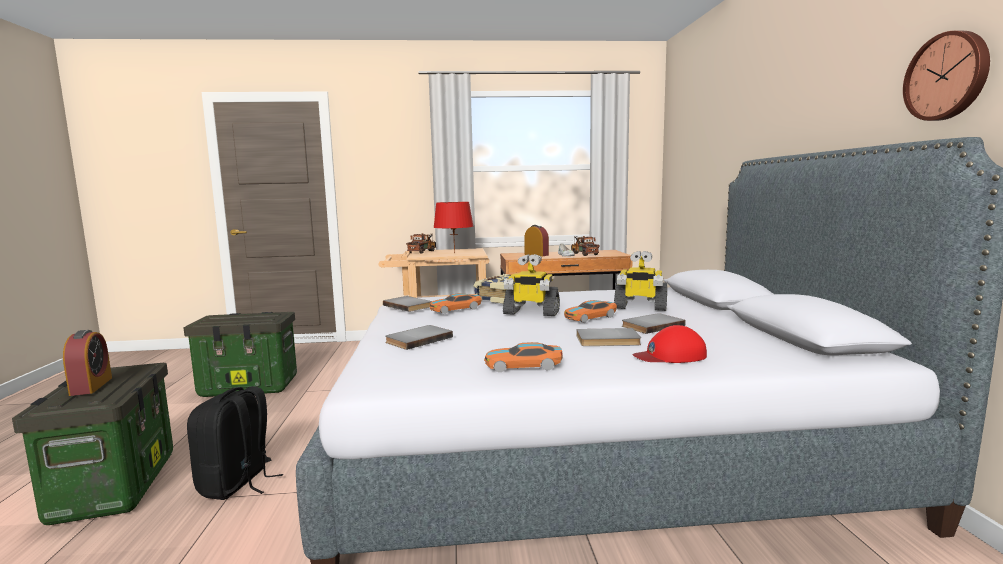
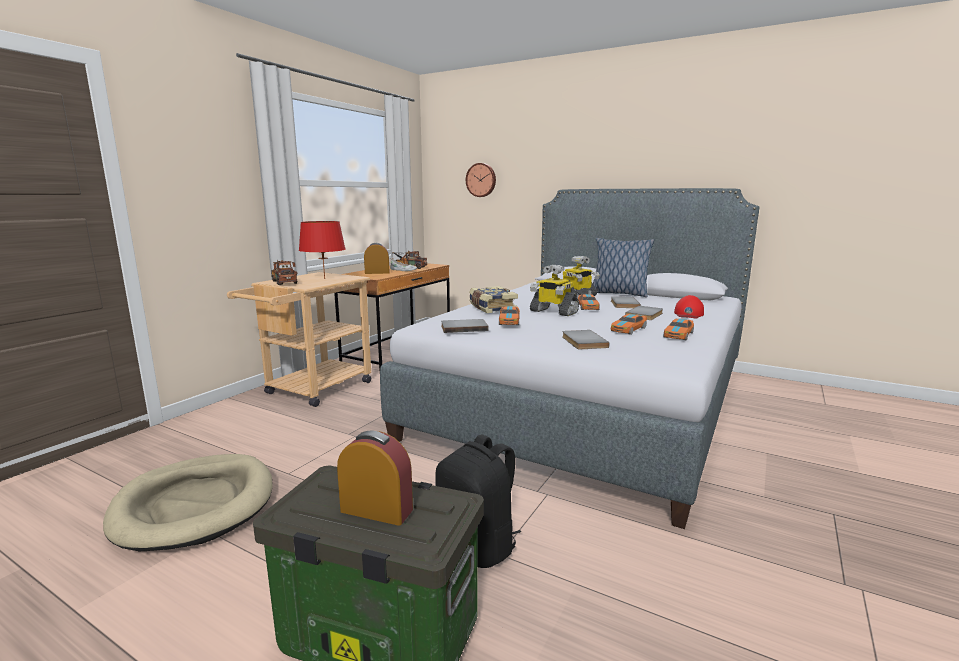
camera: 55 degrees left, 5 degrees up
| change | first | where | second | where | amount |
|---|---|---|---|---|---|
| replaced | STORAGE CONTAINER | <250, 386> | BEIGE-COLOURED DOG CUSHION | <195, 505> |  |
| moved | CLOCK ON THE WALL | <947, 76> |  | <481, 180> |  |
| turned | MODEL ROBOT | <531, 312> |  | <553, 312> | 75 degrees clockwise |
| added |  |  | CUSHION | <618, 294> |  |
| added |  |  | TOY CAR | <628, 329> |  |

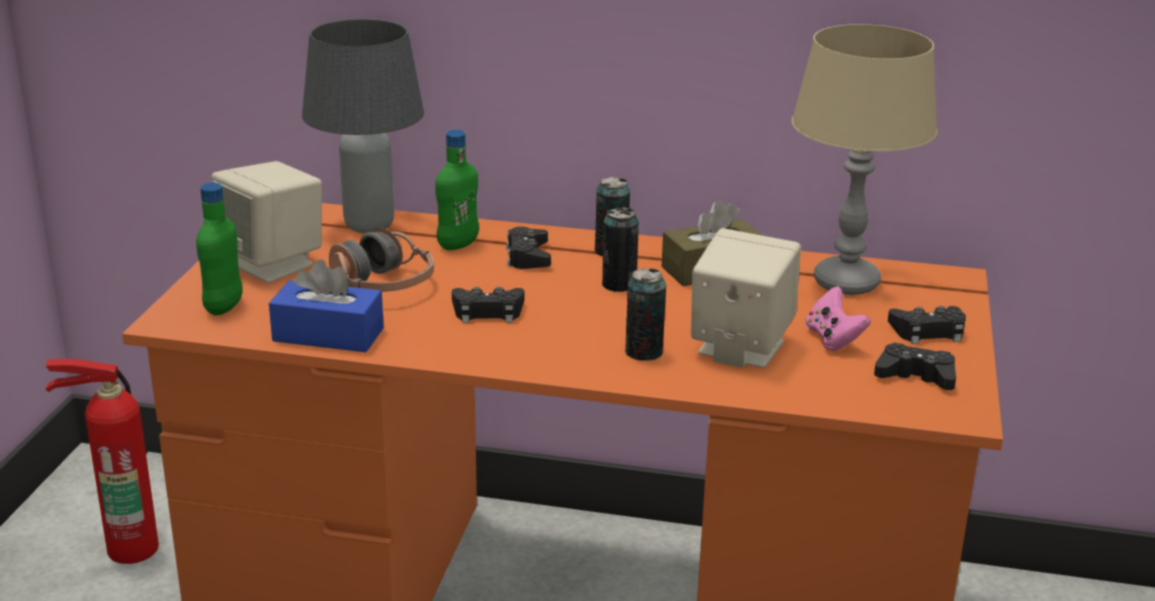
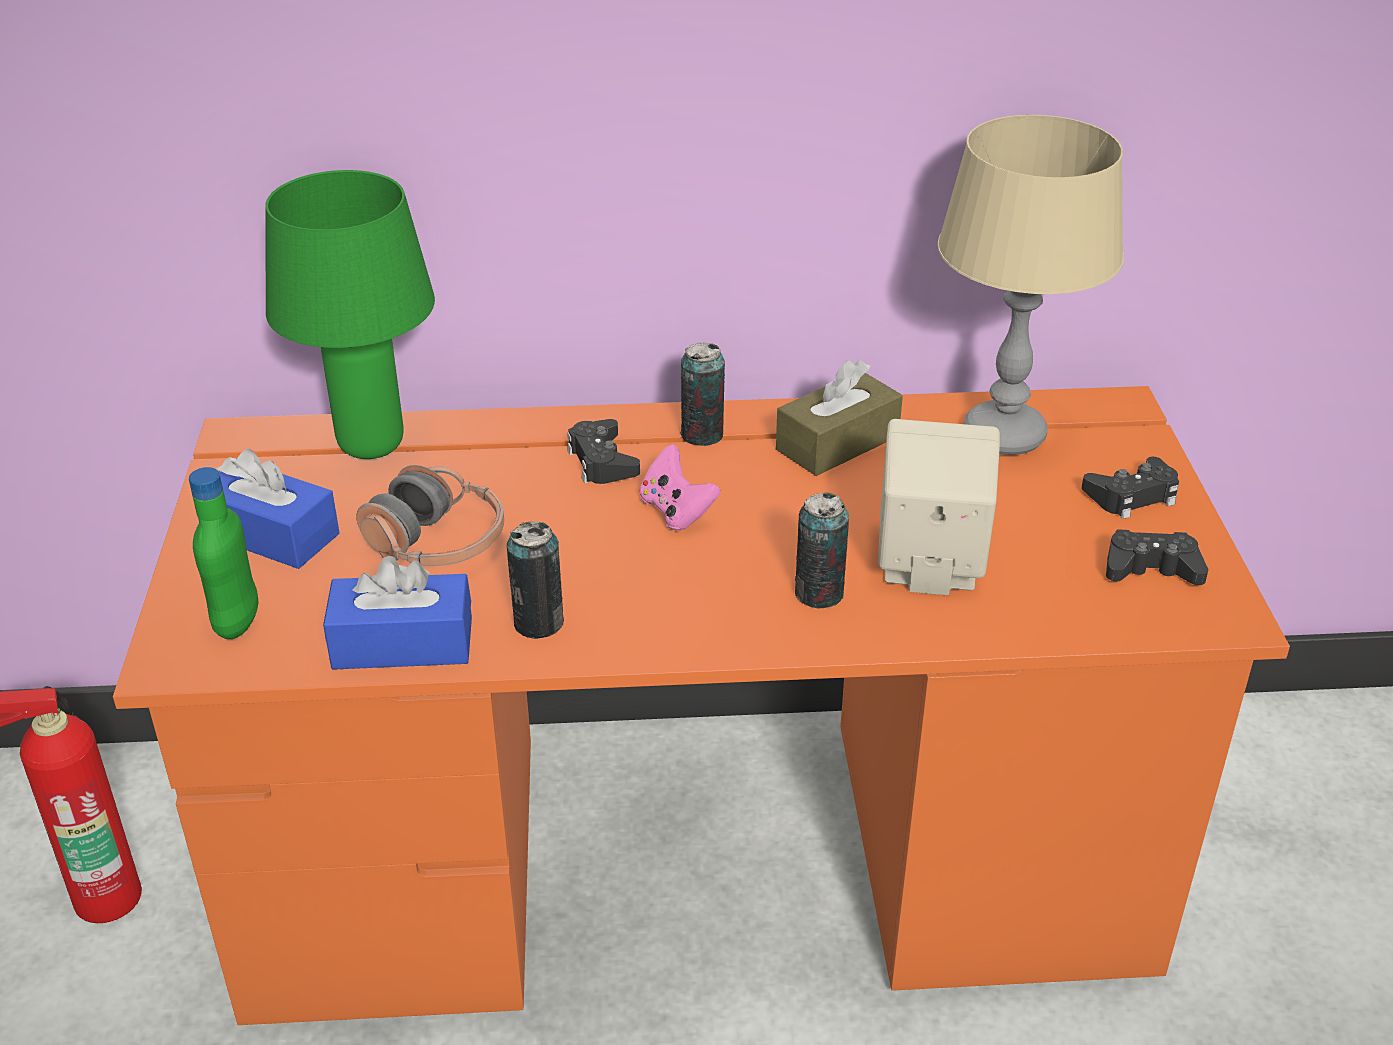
camera: 15 degrees left, 10 degrees up
| change | first | where | second | where | amount |
|---|---|---|---|---|---|
| replaced | BEIGE-COLOURED AUDIO SPEAKER | <273, 264> | BLUE TISSUE BOX | <270, 534> |  |
| recoloured | GREYISH LAMP FOR A TABLE | <368, 225> | GREENISH LAMP FOR A TABLE | <370, 444> |  |
| moved | METAL CAN | <619, 284> |  | <538, 623> |  |
| moved | PINK-COLOURED GAME CONTROLLER | <833, 339> |  | <676, 511> |  |
| removed | GREENISH BEVERAGE BOTTLE | <458, 244> |  |  |  |
| removed | BLACKISH GAME CONTROLLER | <488, 312> |  |  |  |

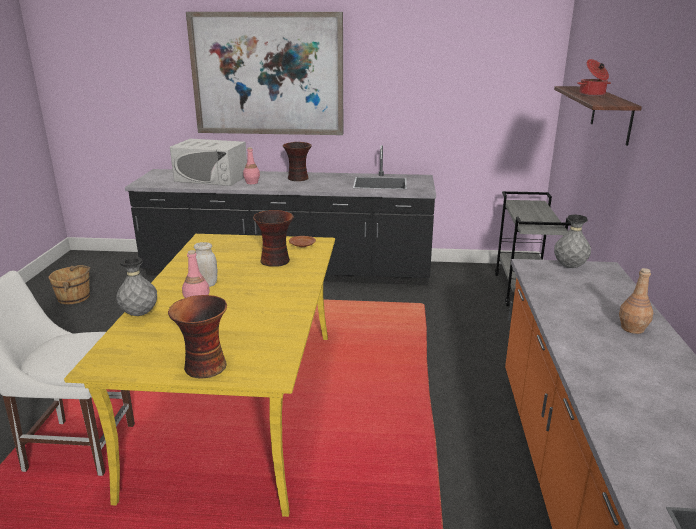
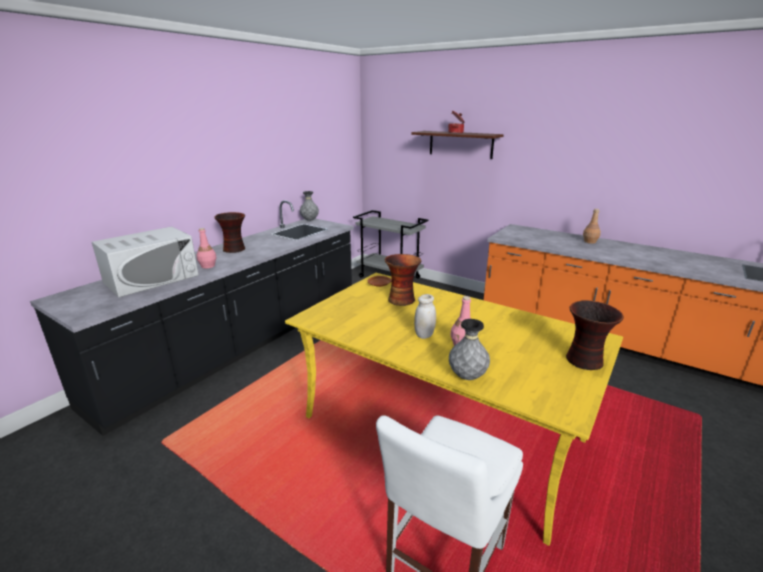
camera: 60 degrees left, 0 degrees up
| change | first | where | second | where | amount |
|---|---|---|---|---|---|
| moved | GREYISH VASE | <569, 266> |  | <310, 220> |  |
| removed | BROWNISH WATER BUCKET | <74, 297> |  |  |  |
| removed | WALL PICTURE | <268, 74> |  |  |  |

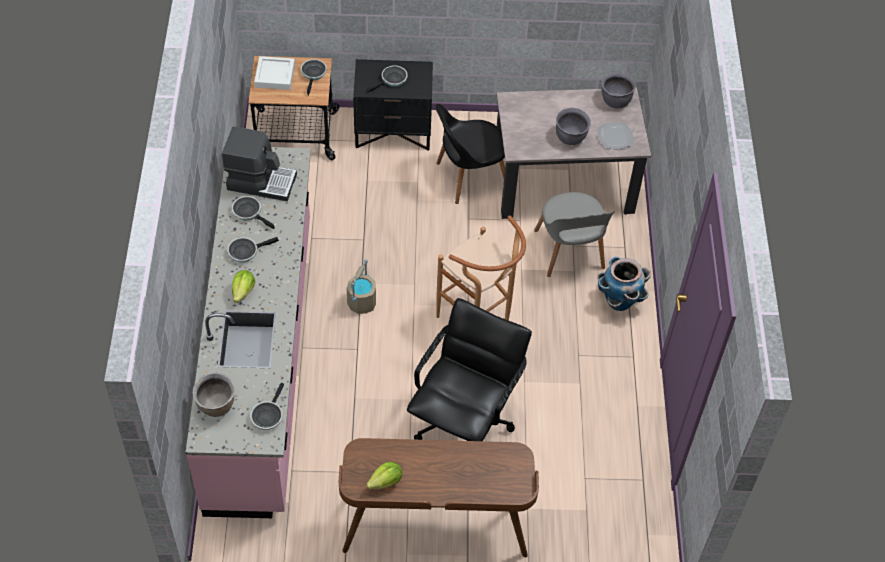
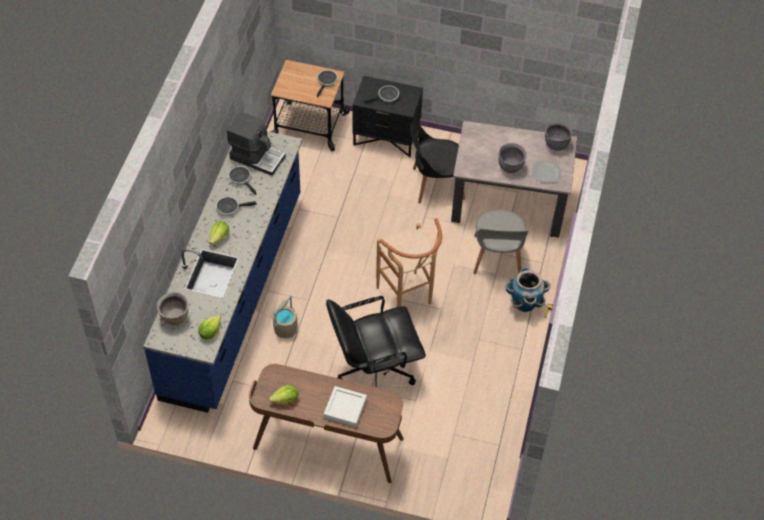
camera: 15 degrees right, 0 degrees up
| change | first | where | second | where | amount |
|---|---|---|---|---|---|
| recoloured | PINK-COLOURED KITCHEN COUNTER | <262, 360> | BLUE KITCHEN COUNTER | <234, 294> |  |
| replaced | FRYING PAN | <267, 415> | LETTUCE | <210, 332> |  |
| moved | BEIGE-COLOURED WATER BUCKET | <362, 302> |  | <285, 328> |  |
| moved | WHITE-COLOURED SERVING TRAY | <275, 76> |  | <345, 408> |  |
| turned | BLACKISH OFFICE CHAIR | <464, 421> |  | <373, 371> | 150 degrees counterclockwise |

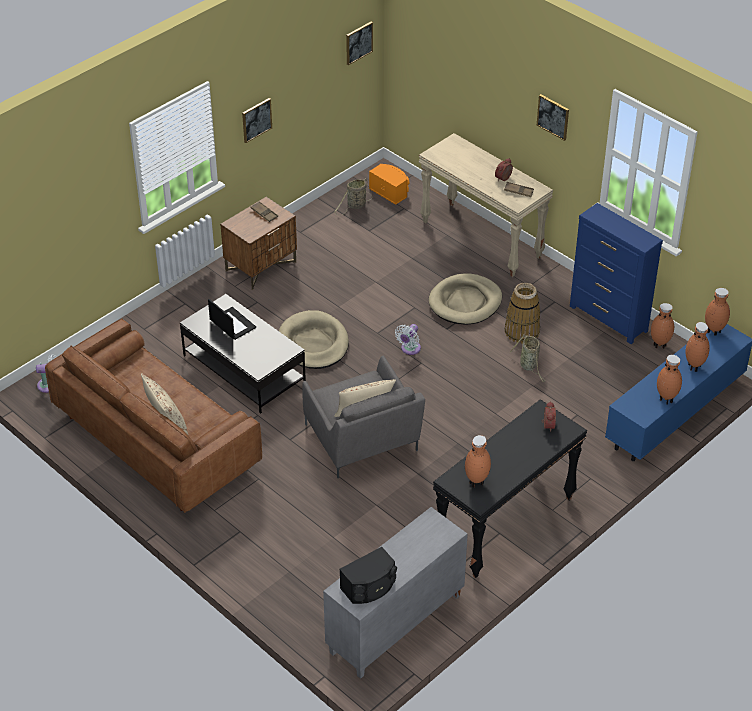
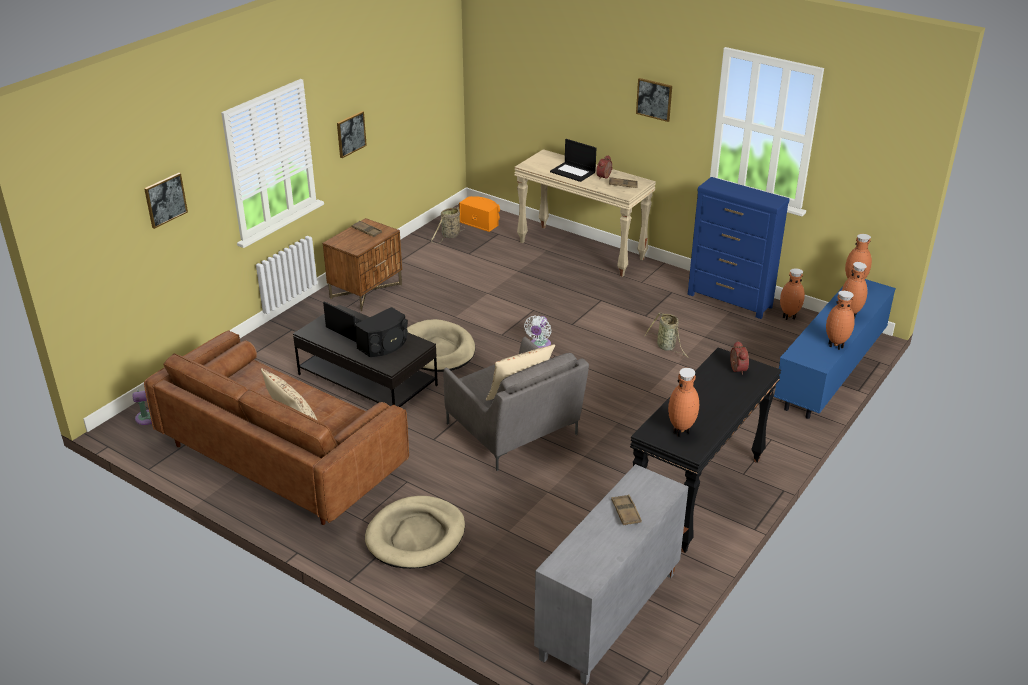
camera: 10 degrees left, 10 degrees down
| change | first | where | second | where | amount |
|---|---|---|---|---|---|
| moved | WALL PICTURE | <358, 42> |  | <165, 200> |  |
| moved | BLACKISH AUDIO SPEAKER | <369, 587> |  | <384, 345> |  |
| moved | BEIGE-COLOURED DOG CUSHION | <465, 302> |  | <416, 536> |  |
| added |  |  | PORTABLE COMPUTER | <573, 172> |  |
| added |  |  | BROWNISH SERVING TRAY | <626, 512> |  |
| removed | BASKET | <521, 331> |  |  |  |

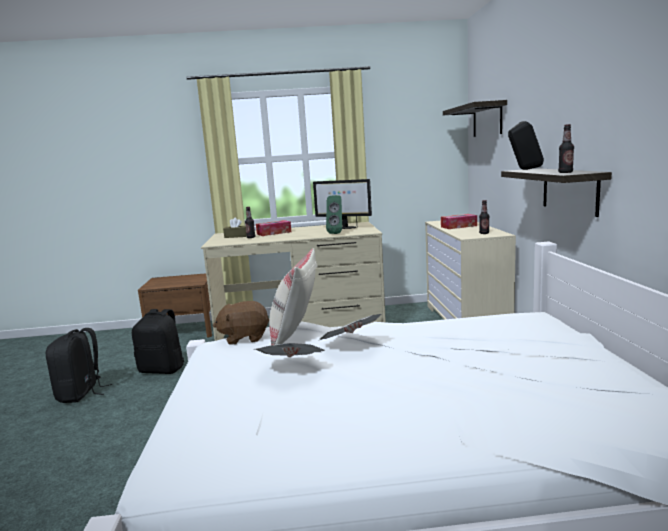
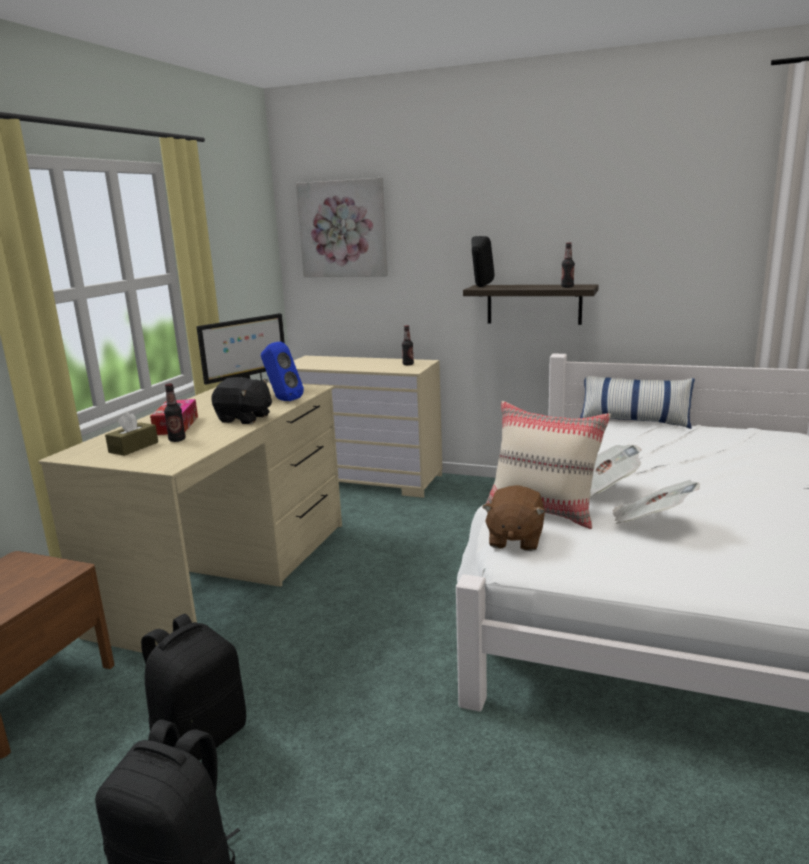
camera: 65 degrees left, 5 degrees up
| change | first | where | second | where | amount |
|---|---|---|---|---|---|
| added |  |  | BLACKISH PLUSH TOY | <244, 419> |  |
| recoloured | GREENISH AUDIO SPEAKER | <336, 233> | BLUE AUDIO SPEAKER | <282, 400> |  |
| replaced | WALL SHELF | <487, 120> | WALL PICTURE | <343, 229> |  |
| added |  |  | CUSHION | <634, 421> |  |
| removed | TISSUE BOX | <458, 226> |  |  |  |

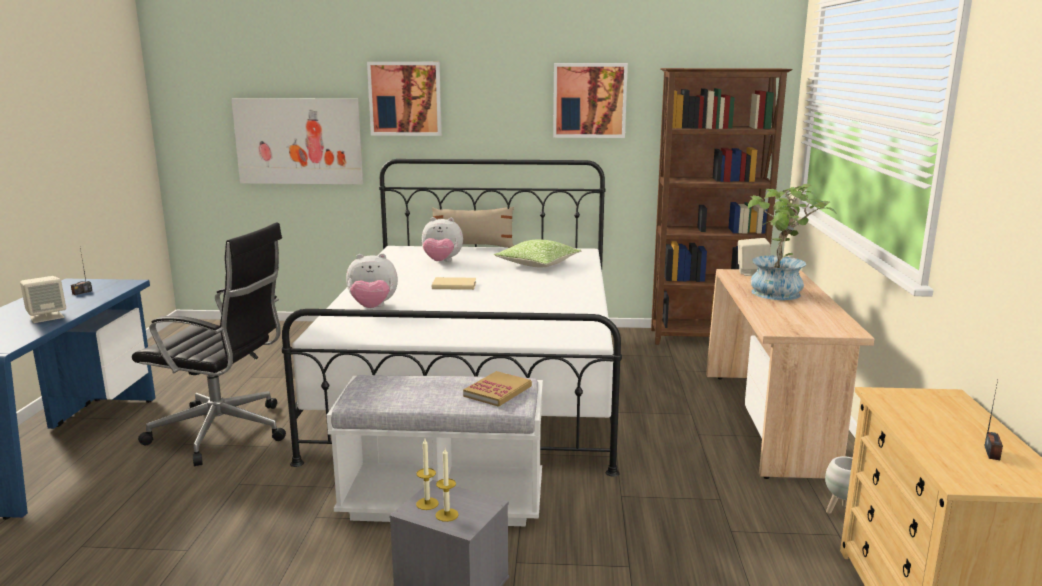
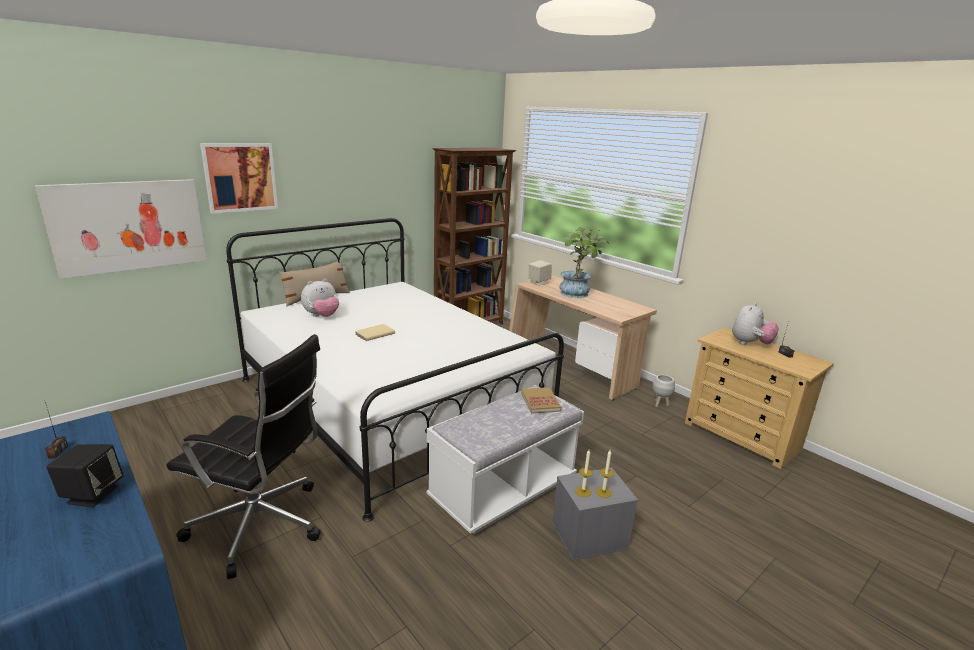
camera: 45 degrees left, 5 degrees up
| change | first | where | second | where | amount |
|---|---|---|---|---|---|
| recoloured | BEIGE-COLOURED AUDIO SPEAKER | <47, 317> | BLACKISH AUDIO SPEAKER | <92, 494> |  |
| turned | BLACKISH OFFICE CHAIR | <224, 433> |  | <261, 526> | 45 degrees clockwise |
| moved | PLUSH TOY | <372, 308> |  | <750, 344> |  |
| removed | CUSHION | <537, 264> |  |  |  |
| removed | WALL PICTURE | <589, 100> |  |  |  |

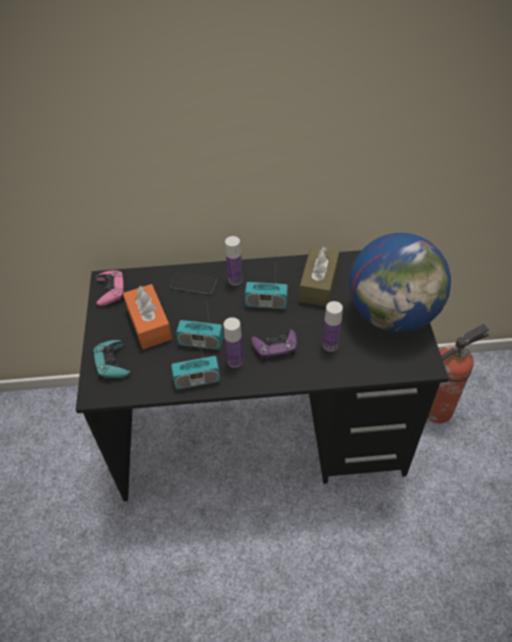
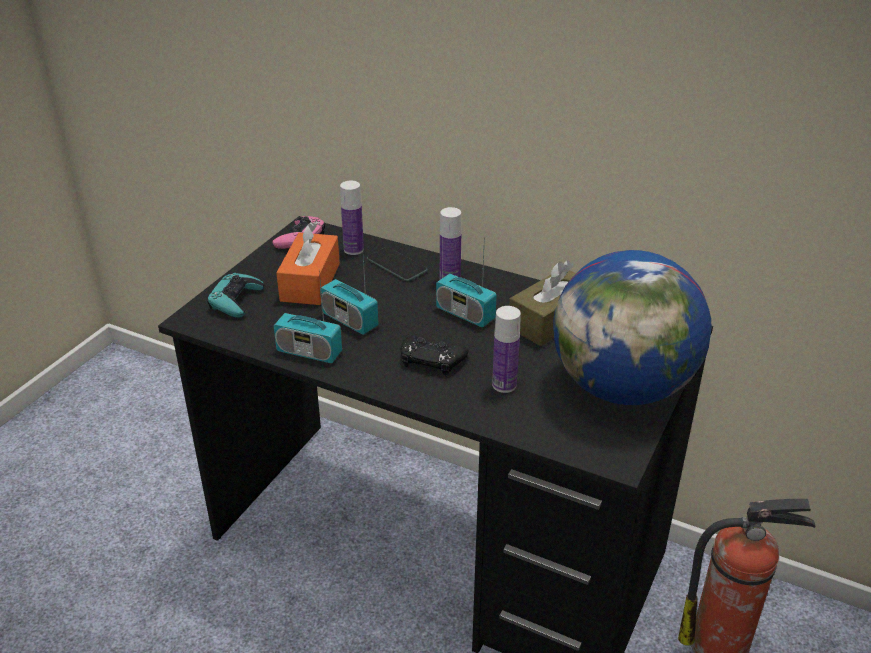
camera: 30 degrees right, 15 degrees down
| change | first | where | second | where | amount |
|---|---|---|---|---|---|
| moved | BEVERAGE BOTTLE | <235, 360> |  | <353, 249> |  |
| recoloured | PURPLE-COLOURED GAME CONTROLLER | <275, 347> | BLACKISH GAME CONTROLLER | <432, 359> |  |

